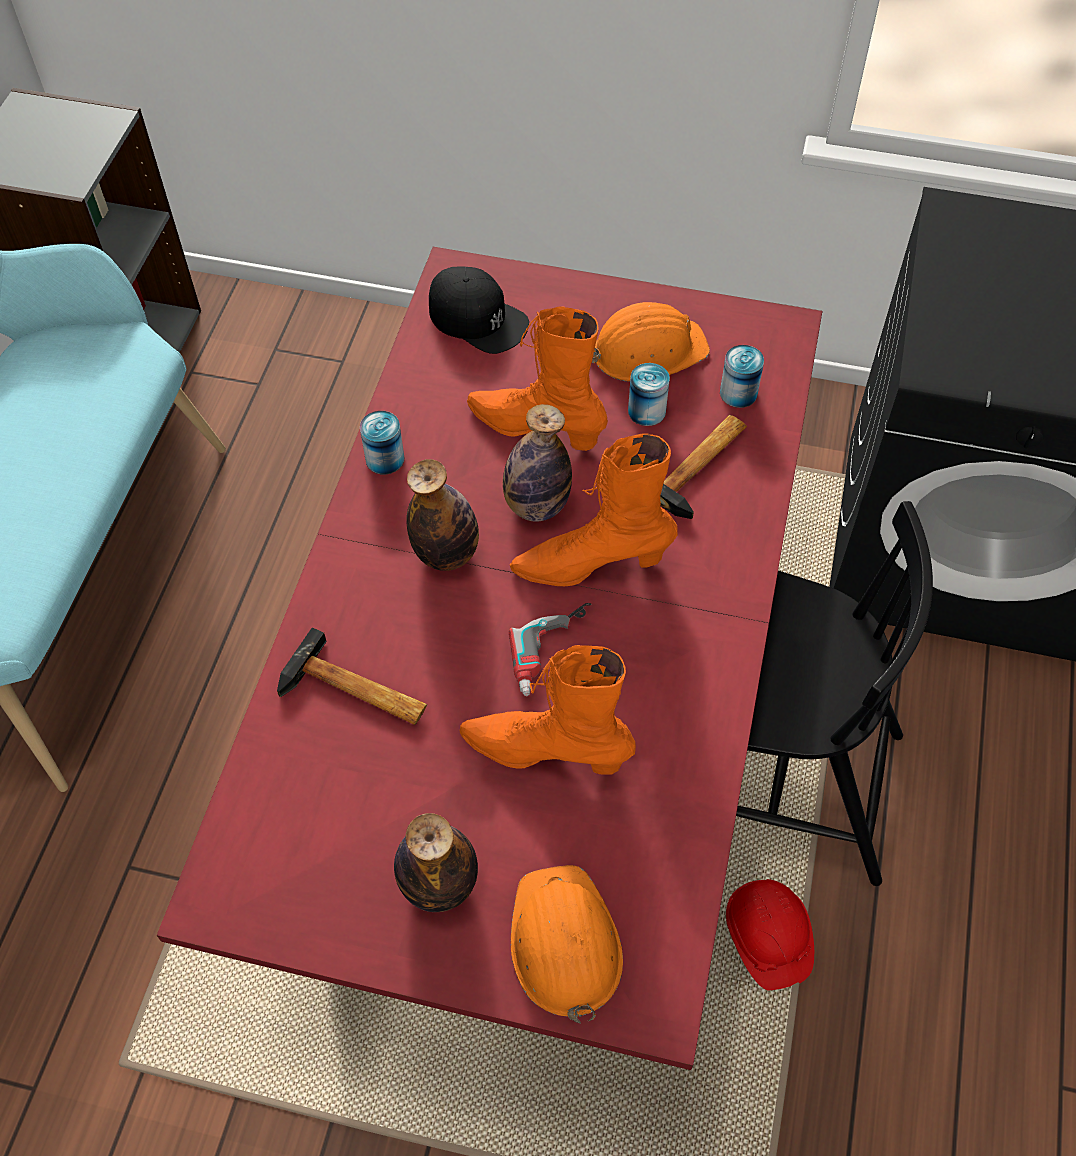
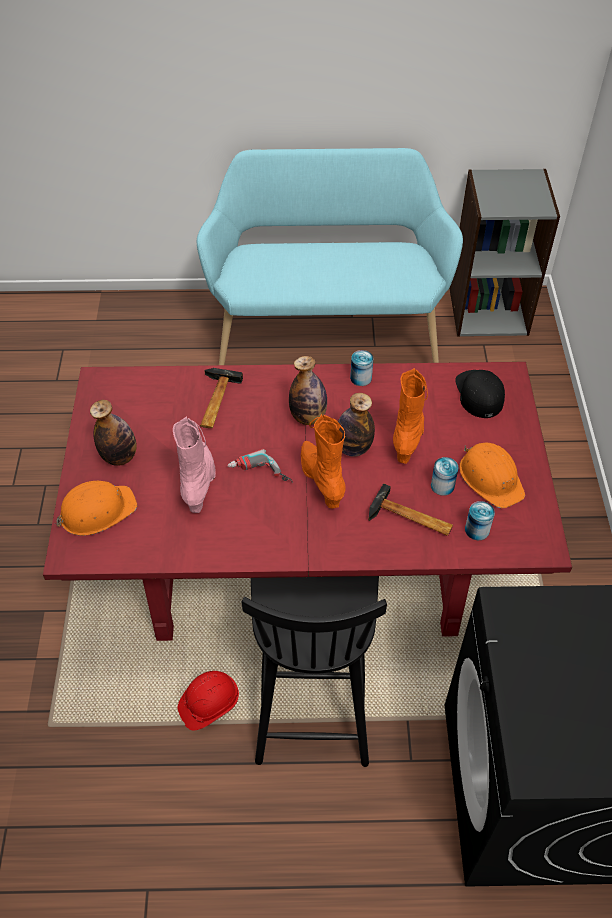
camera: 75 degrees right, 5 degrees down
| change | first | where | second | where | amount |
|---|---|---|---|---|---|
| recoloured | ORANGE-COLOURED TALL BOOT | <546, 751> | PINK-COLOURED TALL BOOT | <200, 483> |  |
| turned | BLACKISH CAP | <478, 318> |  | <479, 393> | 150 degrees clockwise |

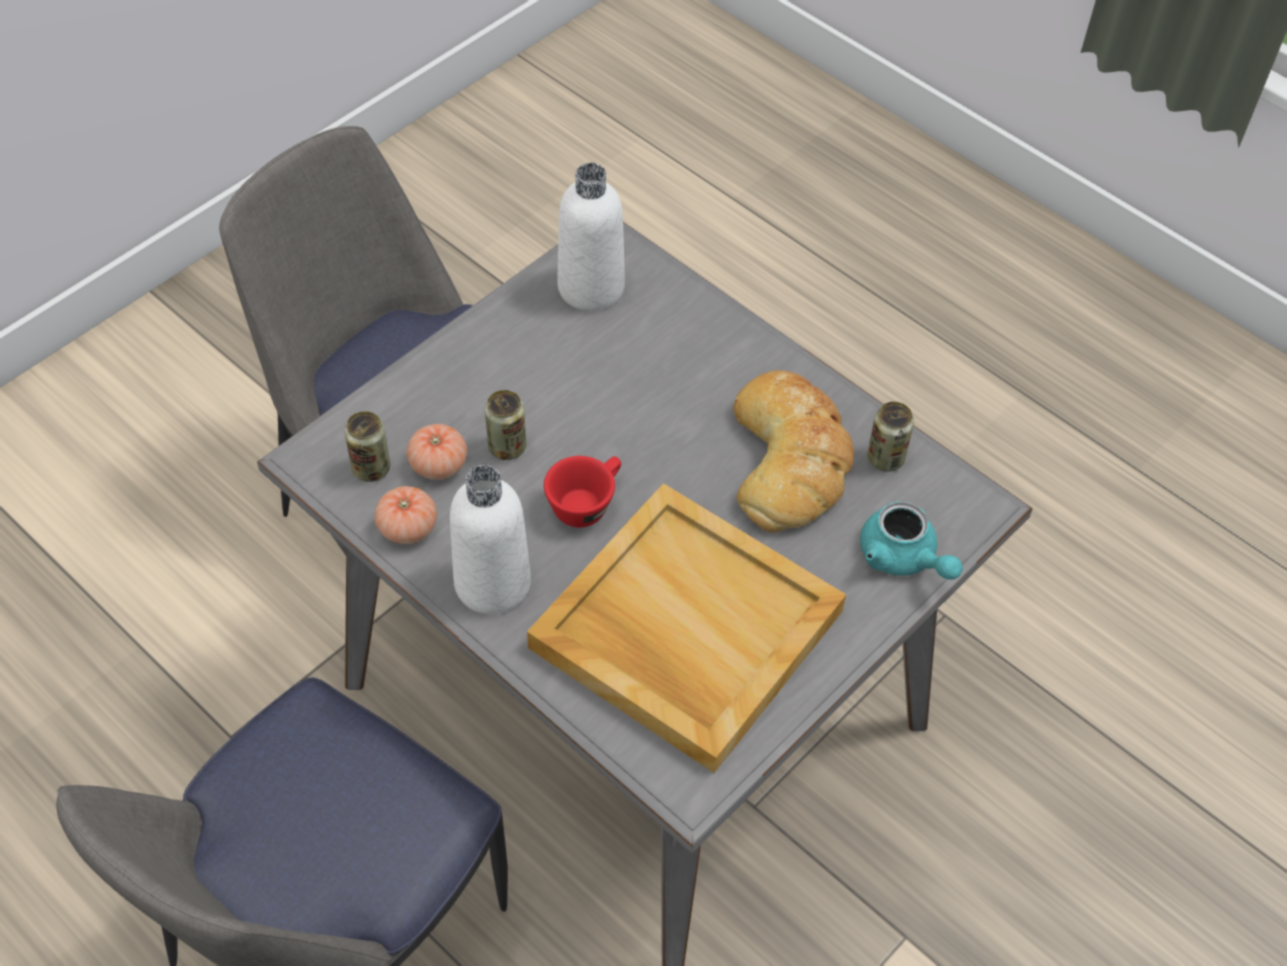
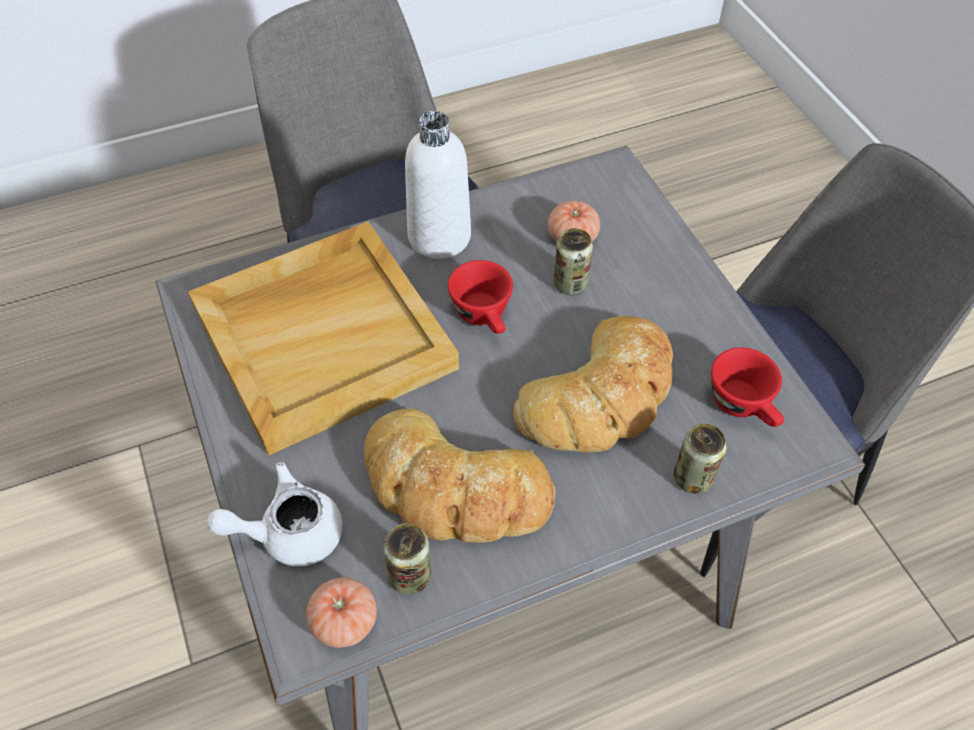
camera: 115 degrees right, 0 degrees up
| change | first | where | second | where | amount |
|---|---|---|---|---|---|
| recoloured | TURQUOISE TEA POT | <903, 559> | WHITE-COLOURED TEA POT | <288, 533> |  |
| moved | TOMATO | <407, 527> |  | <344, 621> |  |
| added |  |  | BREAD | <602, 396> |  |
| moved | METAL CAN | <371, 468> |  | <692, 478> |  |
| replaced | WHITE-COLOURED BEVERAGE BOTTLE | <591, 287> | REDDISH SMALL CUP | <744, 406> |  |

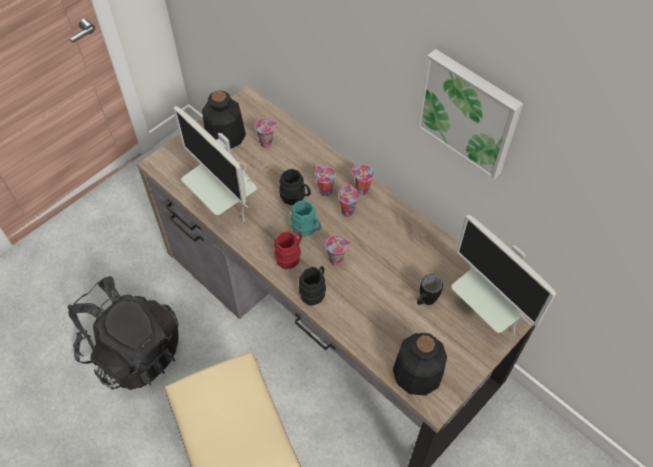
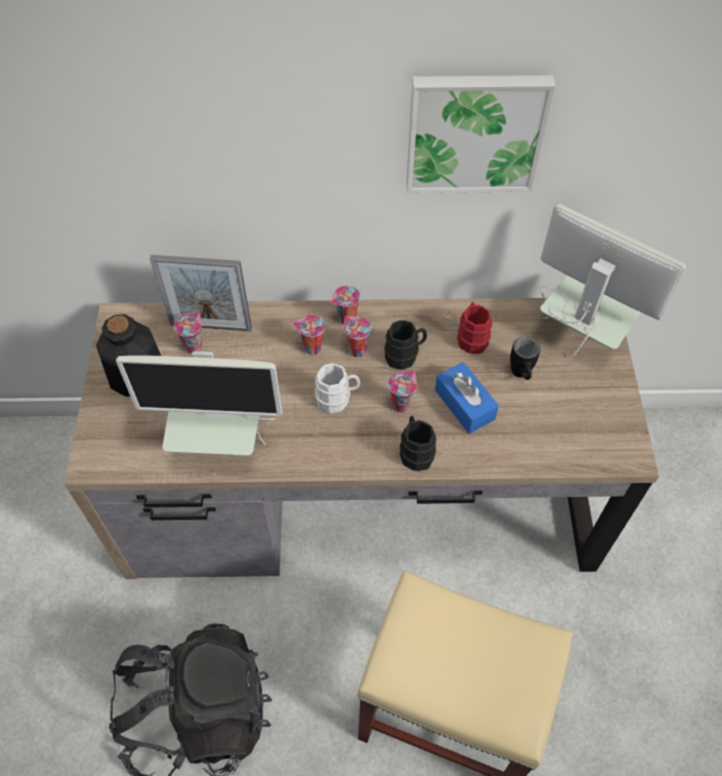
camera: 45 degrees left, 0 degrees up
| change | first | where | second | where | amount |
|---|---|---|---|---|---|
| added |  |  | STANDING FRAME | <211, 326> |  |
| recoloured | TURQUOISE TEA MUG | <307, 229> | WHITE-COLOURED TEA MUG | <337, 398> |  |
| moved | BLACKISH TEA MUG | <295, 197> |  | <405, 355> |  |
| added |  |  | BLUE TISSUE BOX | <464, 404> |  |
| moved | REDDISH TEA MUG | <290, 255> |  | <472, 337> |  |
| turned | COMPUTER DISPLAY | <489, 311> |  | <579, 338> | 150 degrees counterclockwise |
| removed | BEVERAGE BOTTLE | <417, 372> |  |  |  |

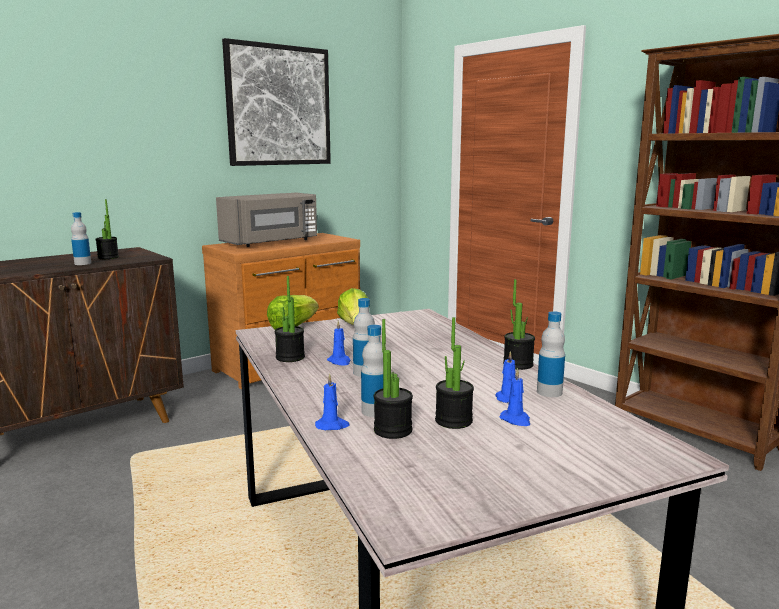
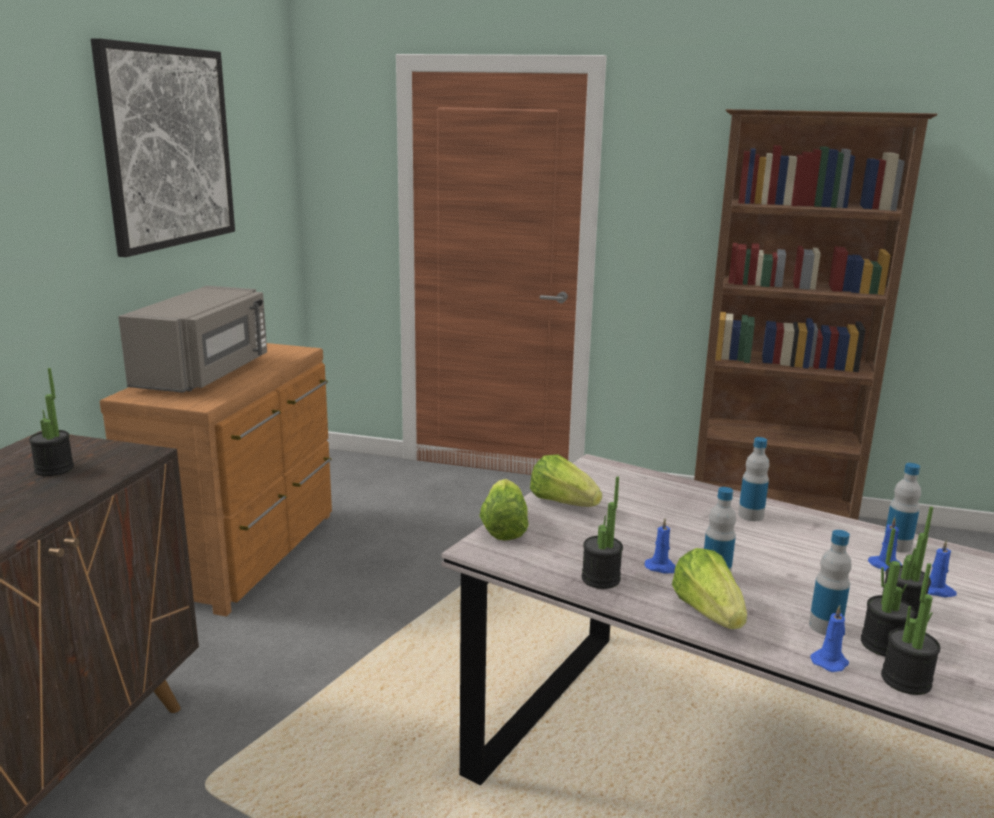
camera: 35 degrees left, 5 degrees up
| change | first | where | second | where | amount |
|---|---|---|---|---|---|
| added |  |  | LETTUCE | <708, 613> |  |
| moved | BEVERAGE BOTTLE | <83, 263> |  | <750, 515> |  |
| moved | POTTED PLANT | <518, 364> |  | <906, 680> |  |

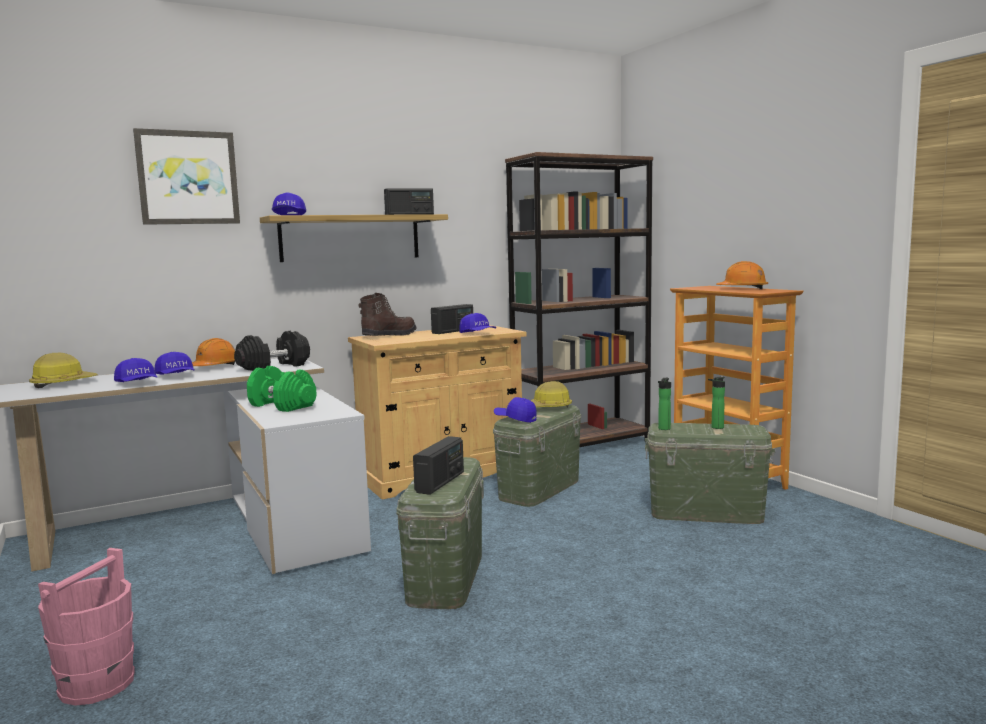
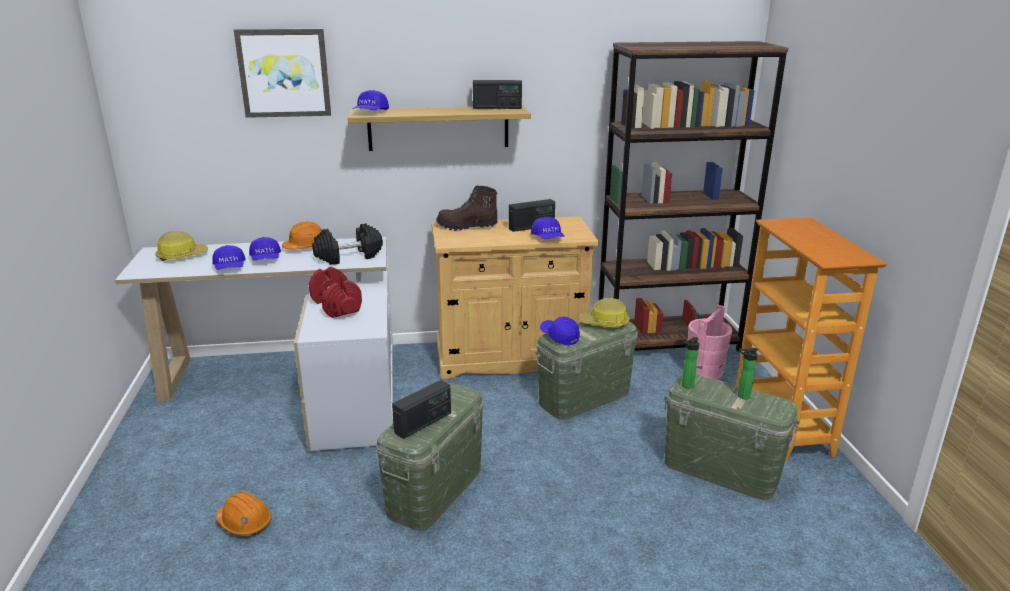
camera: 20 degrees right, 15 degrees up
| change | first | where | second | where | amount |
|---|---|---|---|---|---|
| moved | ORANGE-COLOURED HARD HAT | <742, 289> |  | <245, 523> |  |
| recoloured | GREENISH FREE WEIGHT | <282, 405> | REDDISH FREE WEIGHT | <336, 306> |  |
| turned | BROWNISH TALL BOOT | <388, 335> |  | <467, 227> | 150 degrees counterclockwise |
| moved | PINK-COLOURED WATER BUCKET | <96, 684> |  | <704, 372> |  |

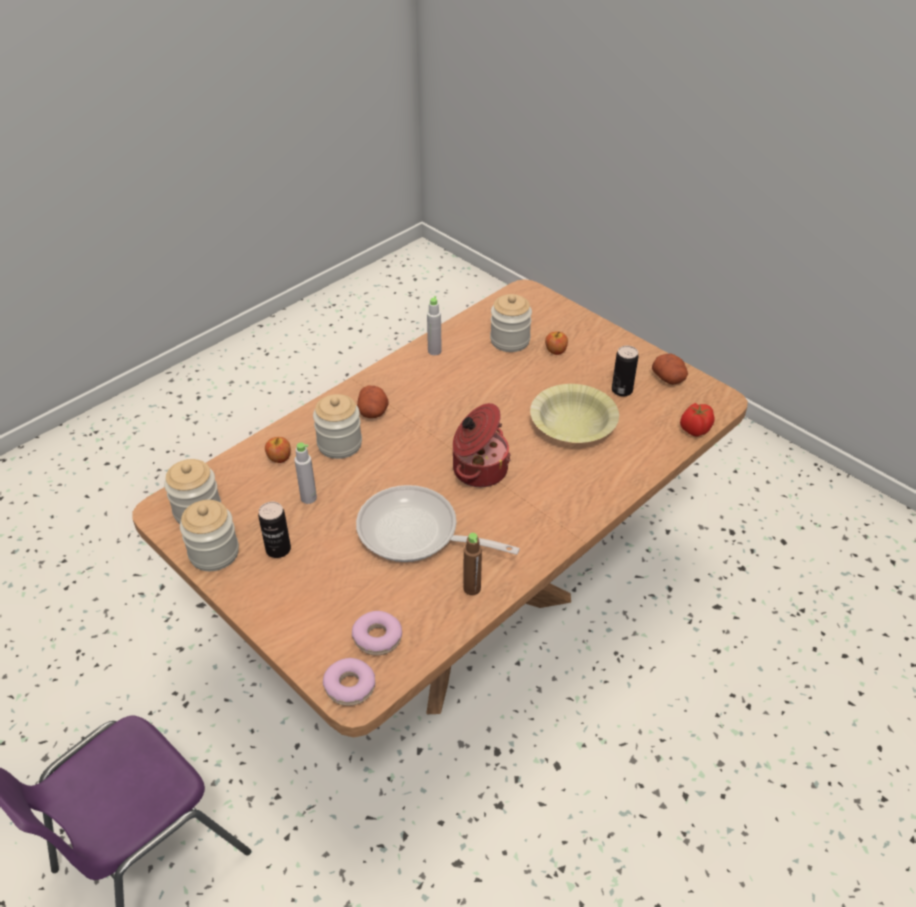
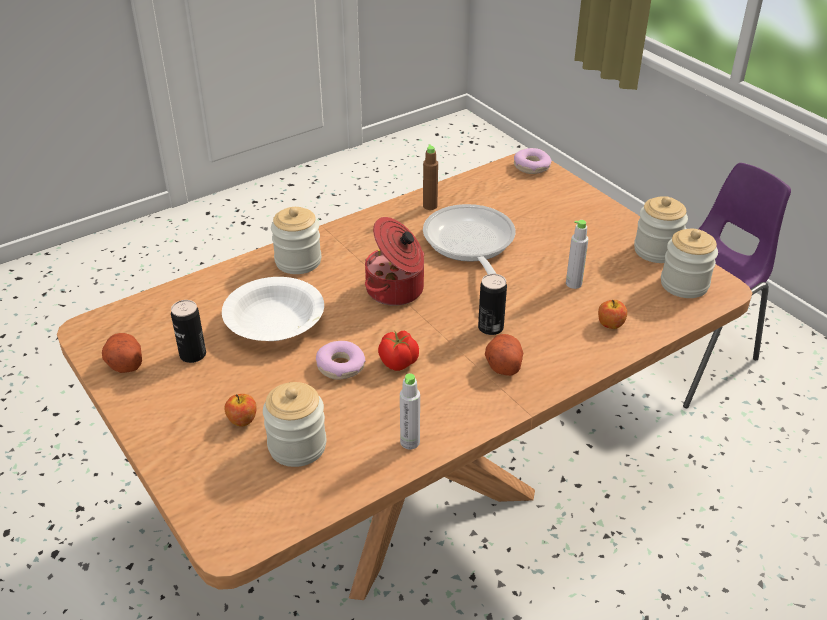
camera: 170 degrees left, 5 degrees down
| change | first | where | second | where | amount |
|---|---|---|---|---|---|
| recoloured | YELLOW BOWL | <573, 424> | WHITE-COLOURED BOWL | <275, 322> |  |
| moved | STORAGE JAR | <339, 444> |  | <298, 261> |  |
| moved | DOUGHNUT | <377, 638> |  | <340, 366> |  |
| moved | TOMATO | <694, 429> |  | <399, 362> |  |
| turned | FRYING PAN | <416, 534> |  | <470, 245> | 135 degrees counterclockwise |
| moved | METAL CAN | <278, 549> |  | <490, 328> |  |

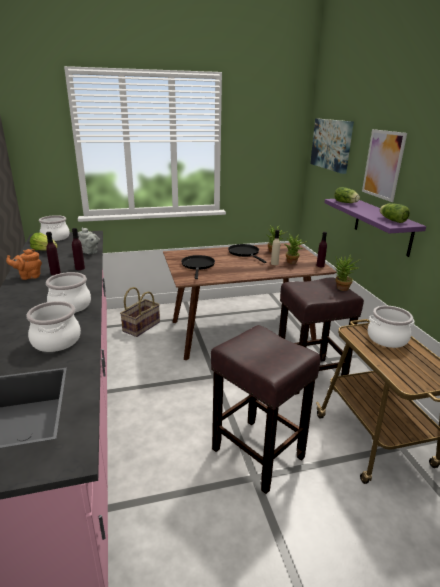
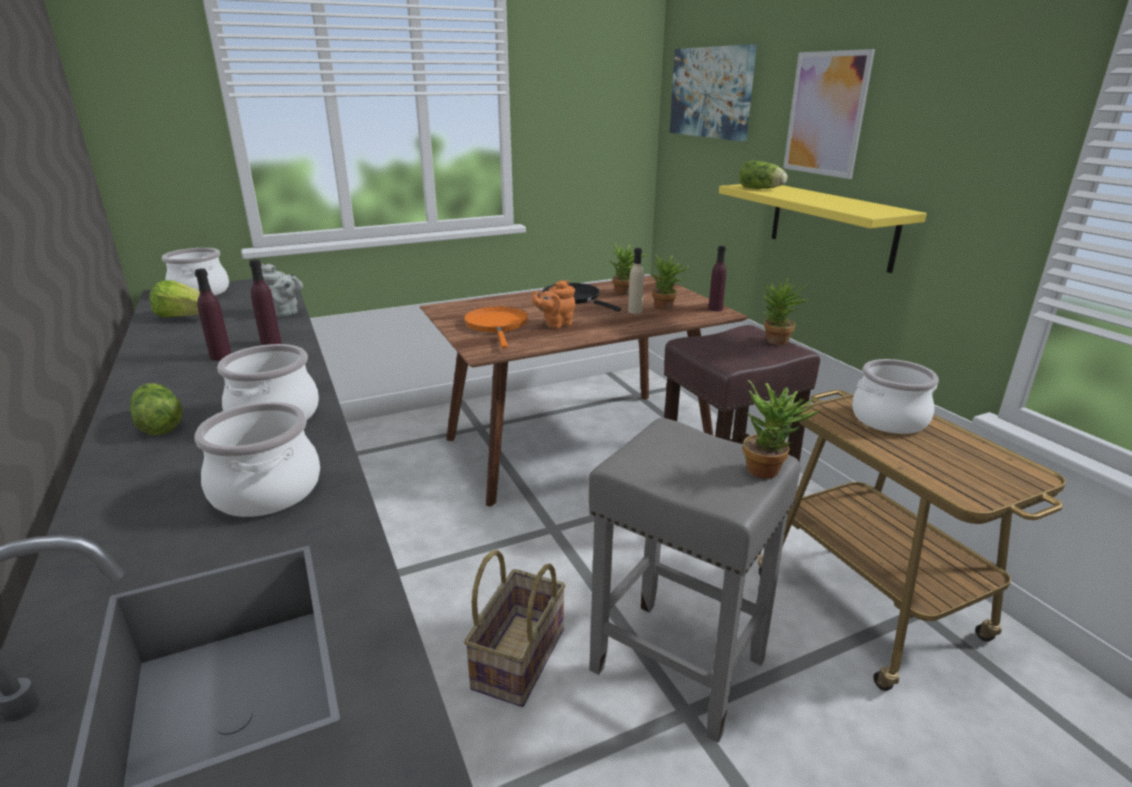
camera: 10 degrees left, 0 degrees up
| change | first | where | second | where | amount |
|---|---|---|---|---|---|
| moved | LETTUCE | <391, 220> |  | <159, 423> |  |
| recoloured | BLACKISH FRYING PAN | <198, 265> | ORANGE-COLOURED FRYING PAN | <497, 325> |  |
| moved | BASKET | <141, 326> |  | <517, 657> |  |
| moved | ORANGE-COLOURED TEA POT | <29, 276> |  | <556, 324> |  |
| recoloured | BROWNISH STOOL SEAT | <256, 452> | GREYISH STOOL SEAT | <674, 664> |  |
| recoloured | PURPLE-COLOURED WALL SHELF | <382, 226> | YELLOW WALL SHELF | <831, 225> |  |
| added |  |  | POTTED PLANT | <769, 470> |  |

